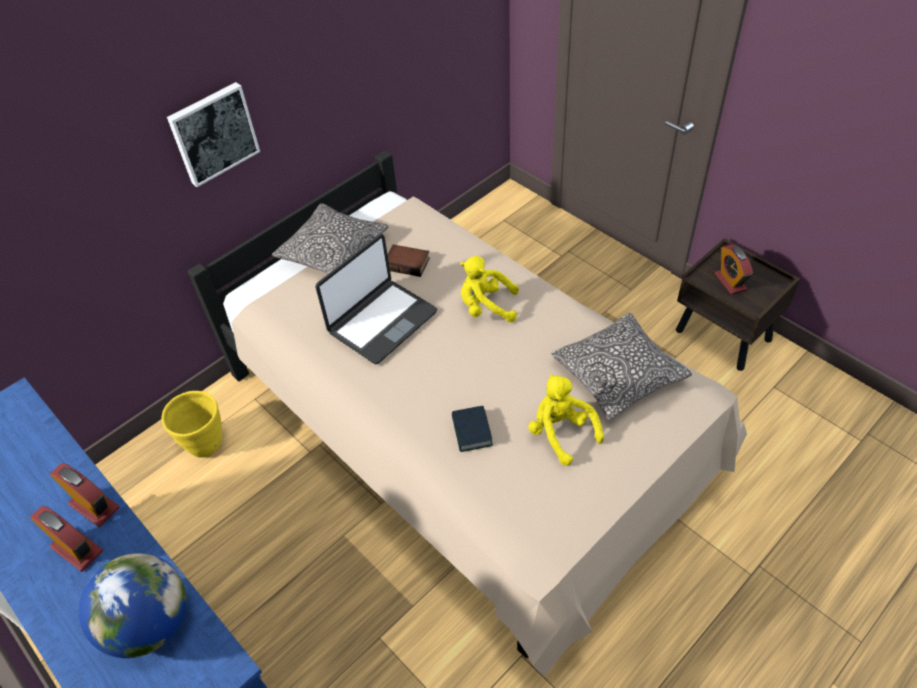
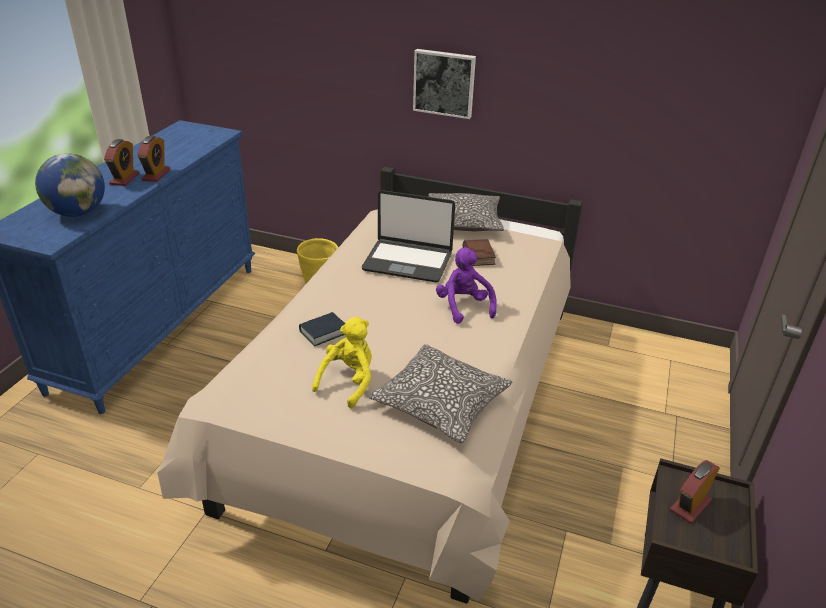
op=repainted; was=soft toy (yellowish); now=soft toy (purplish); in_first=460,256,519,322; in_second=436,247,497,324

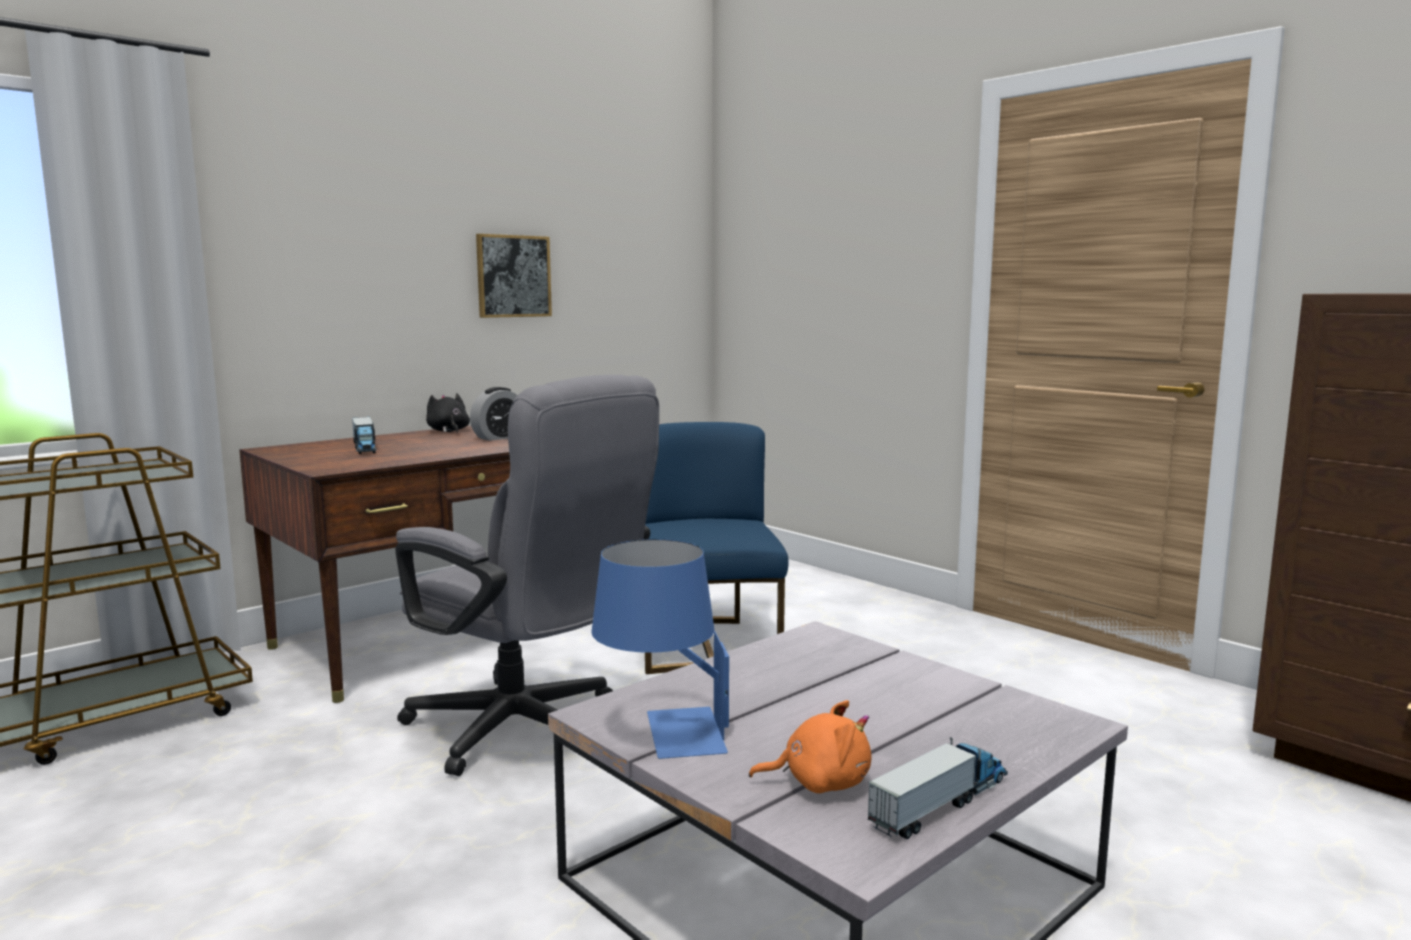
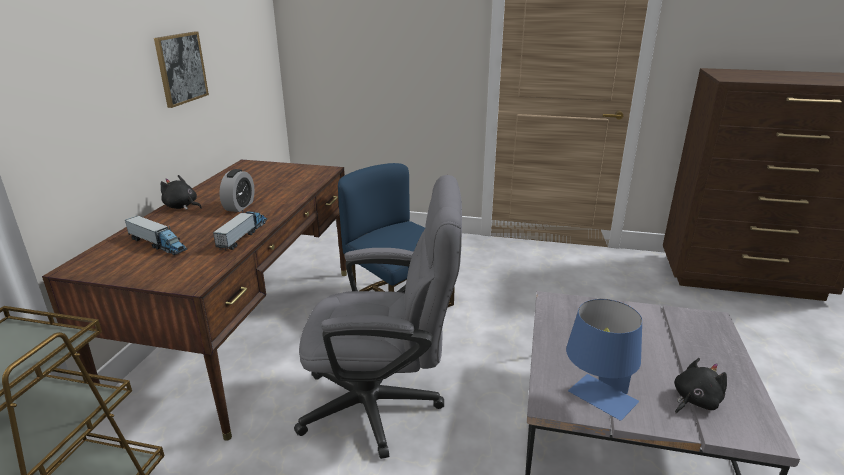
op=shifted; was=toy truck; in_first=868,737,1008,839; in_second=213,210,267,250
op=repainted; was=soft toy (orange); now=soft toy (blackish); in_first=749,700,872,793; in_second=675,358,727,414

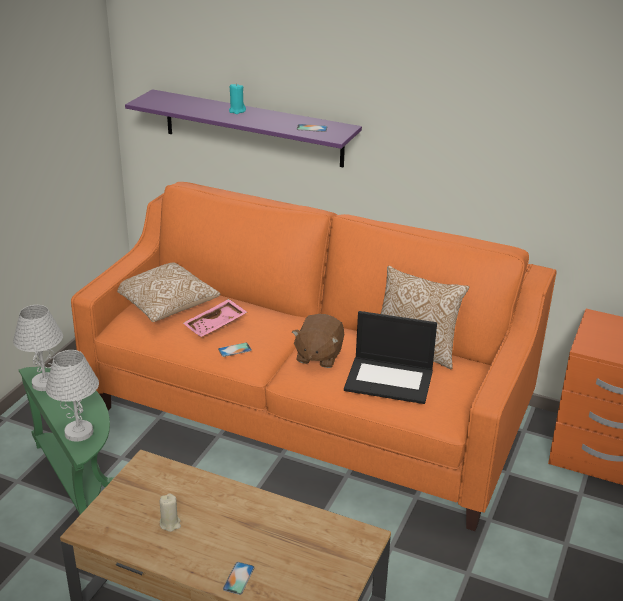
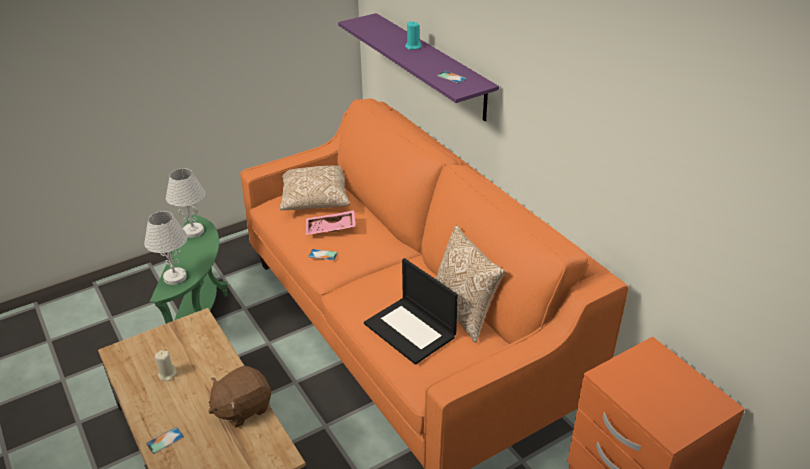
op=shifted; was=soft toy (brownish); in_first=292,314,344,368; in_second=208,366,271,428

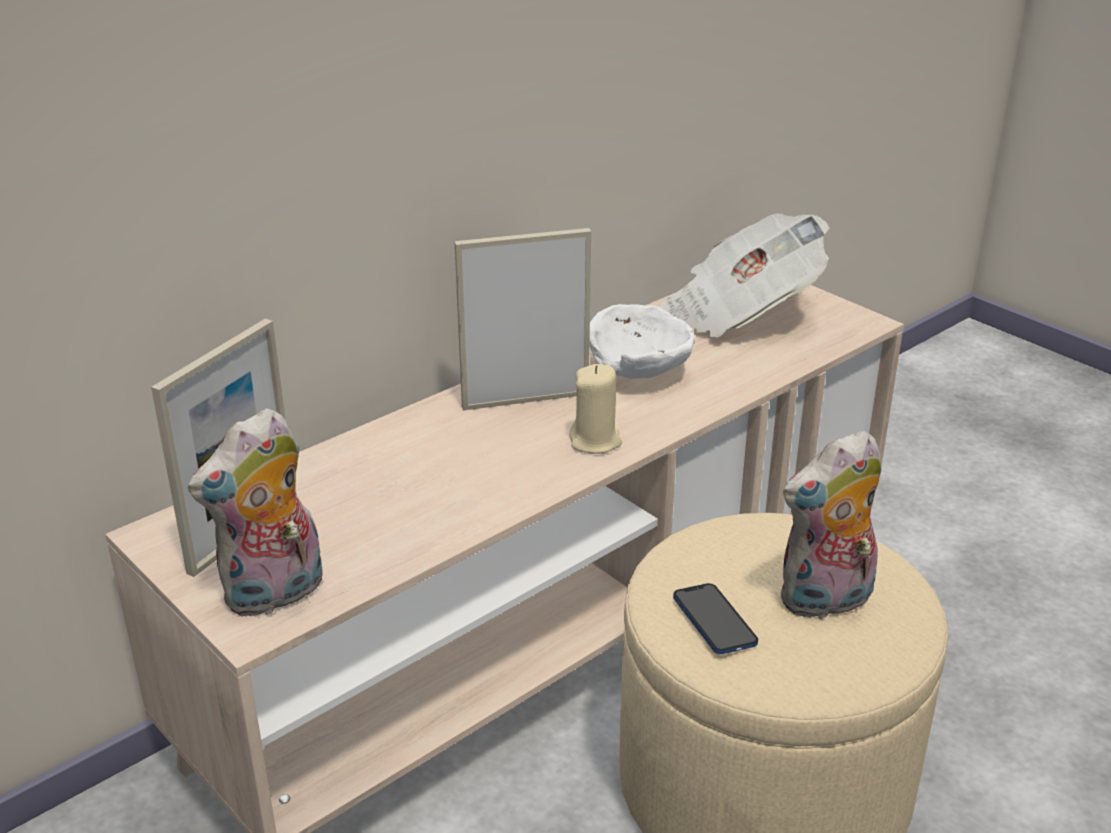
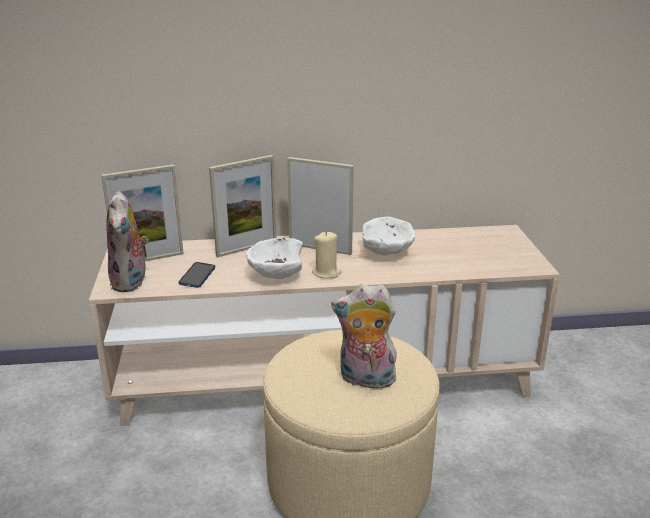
op=gone; was=newspaper; in_first=659,213,830,338
op=new; now=standing frame; in_second=209,155,277,257
op=new; now=deep dish (whitish); in_second=246,238,303,279
op=shifted; was=handset; in_first=673,583,758,654; in_second=179,262,215,288
op=rotated; was=soft toy; in_first=188,408,323,618; in_second=106,191,149,292; clockwise=-90

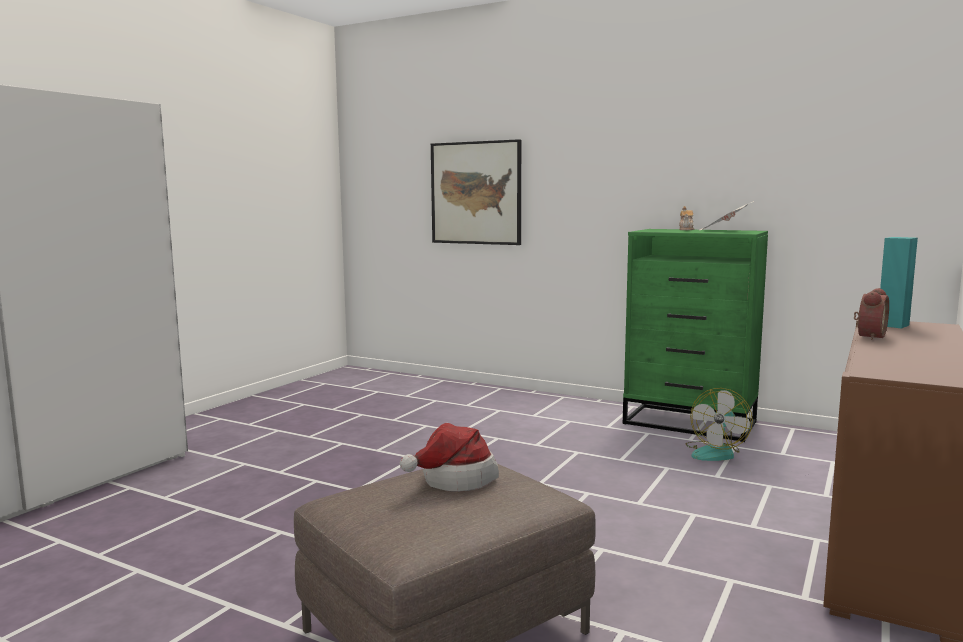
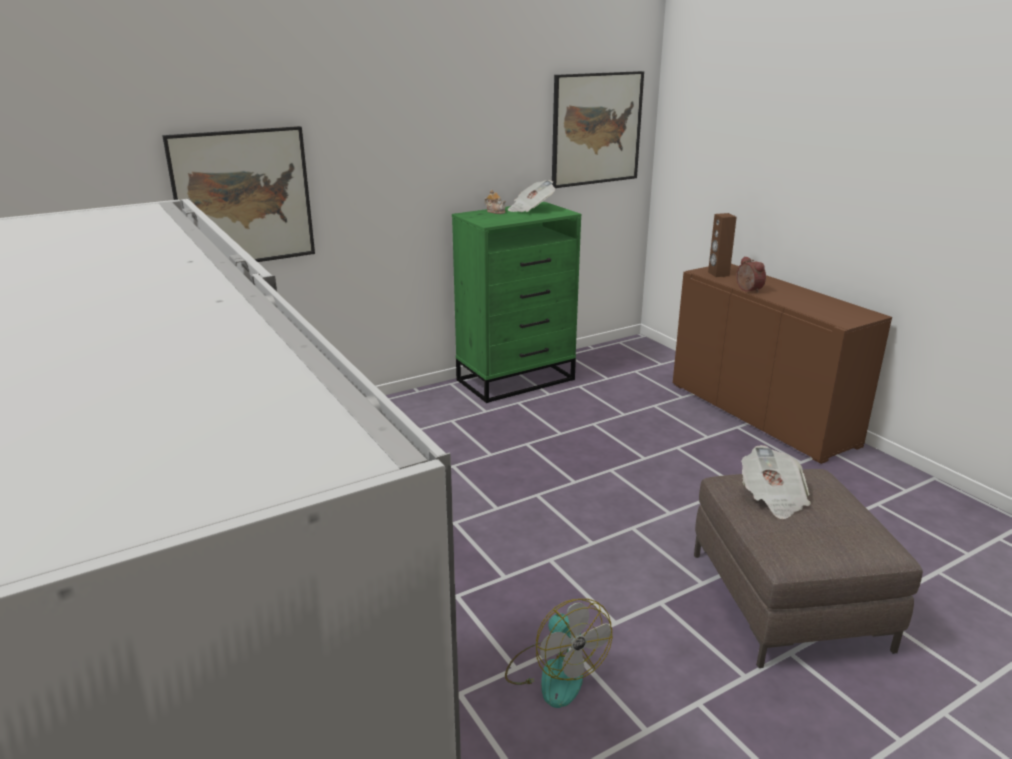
op=new; now=wall art; in_second=552,71,644,188
op=shifted; was=electric fan; in_first=685,388,753,461; in_second=505,599,612,708
op=swapped; was=wearable hat; now=newspaper; in_first=400,423,499,492; in_second=741,445,811,519
op=repainted; was=loudspeaker (turquoise-coloured); now=loudspeaker (brownish); in_first=880,237,918,329; in_second=708,213,737,277

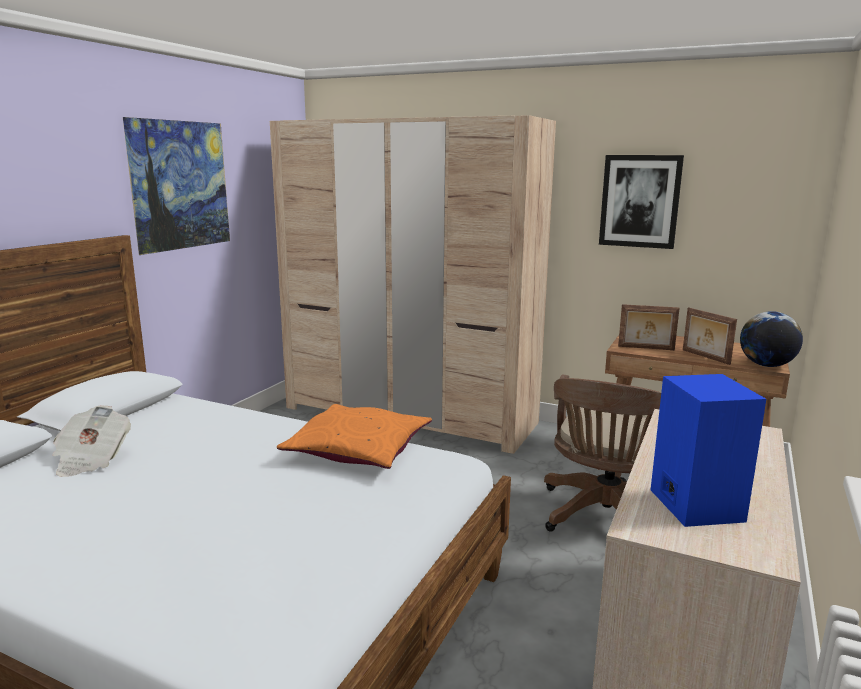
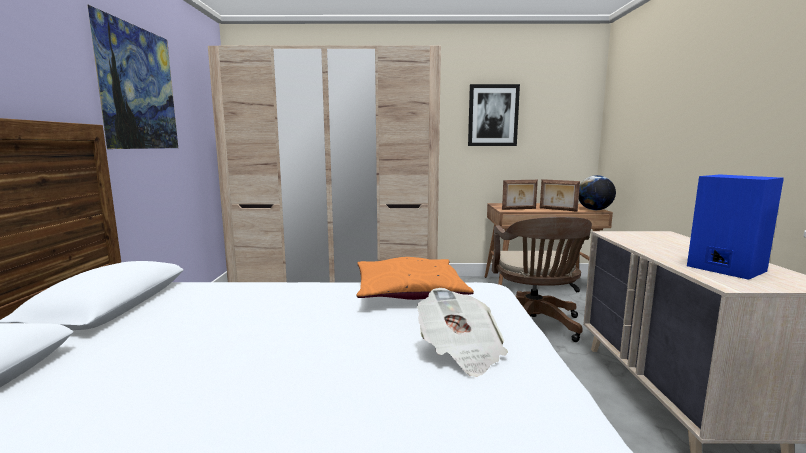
op=shifted; was=newspaper; in_first=52,405,131,477; in_second=417,288,508,377

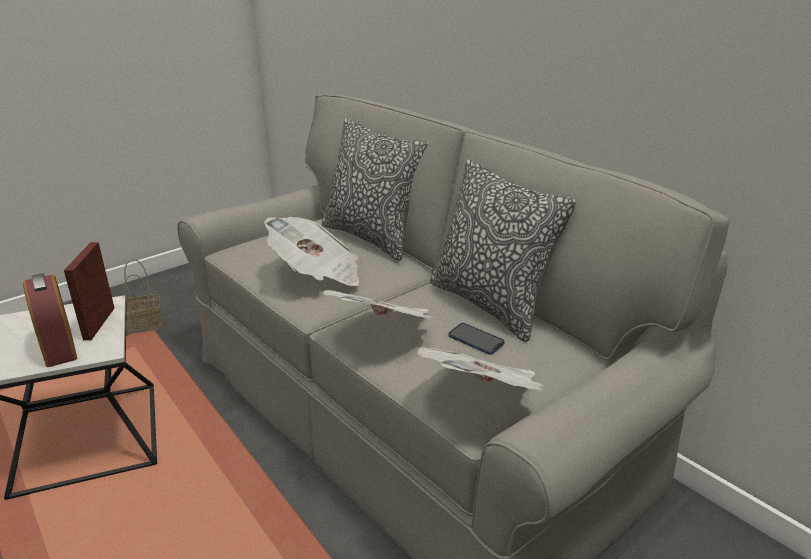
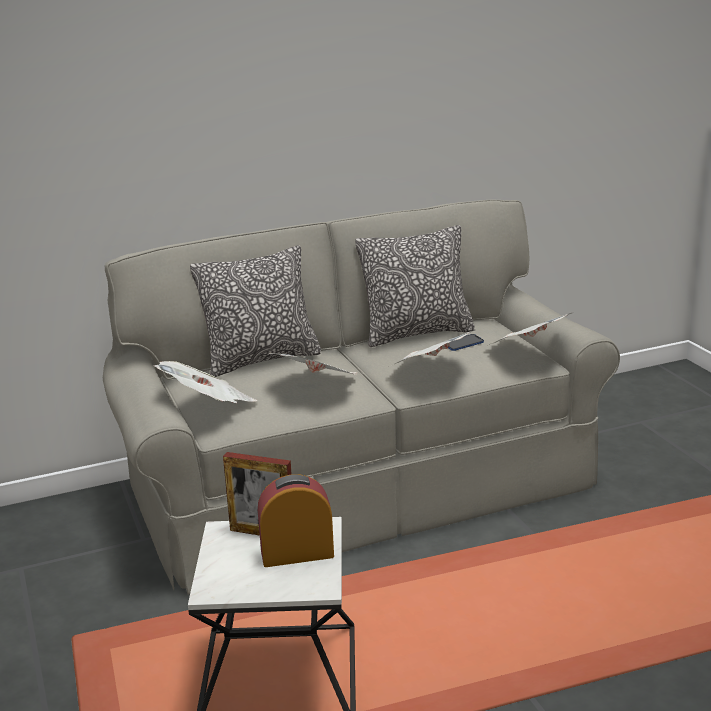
op=gone; was=household basket; in_first=124,259,163,335
op=new; now=newspaper; in_second=154,361,257,403

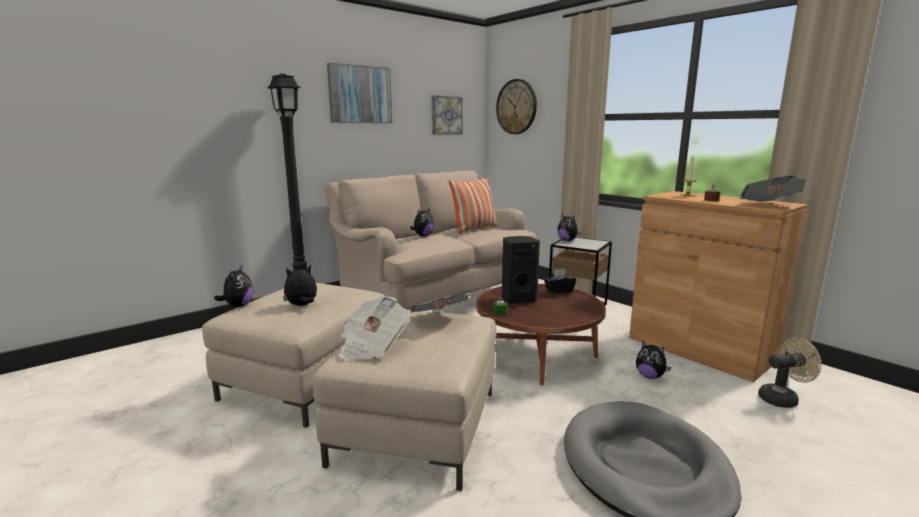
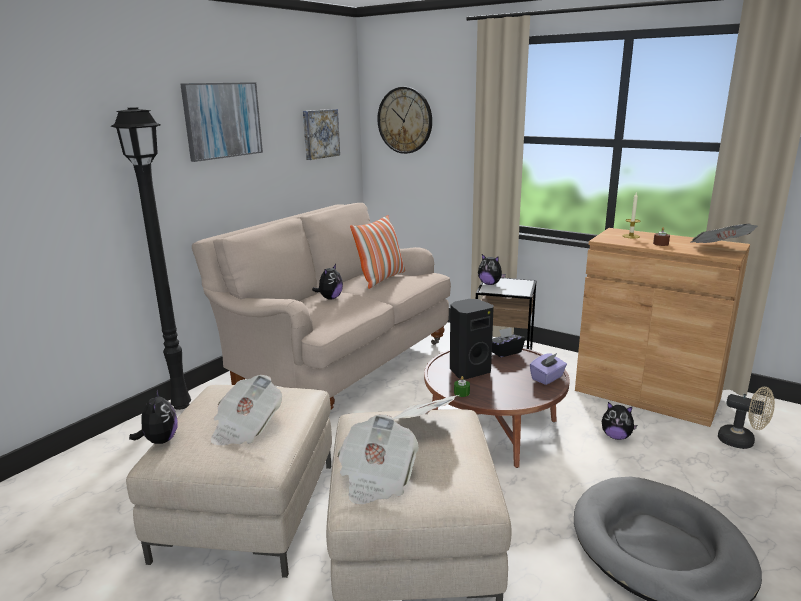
op=new; now=tissue holder (purplish); in_second=530,353,567,385
op=swapped; was=soft toy; now=newspaper; in_first=283,265,317,306; in_second=210,375,282,445
op=rotated; was=electric fan (sand-coloured); in_first=758,337,822,408; in_second=718,387,775,449; clockwise=60

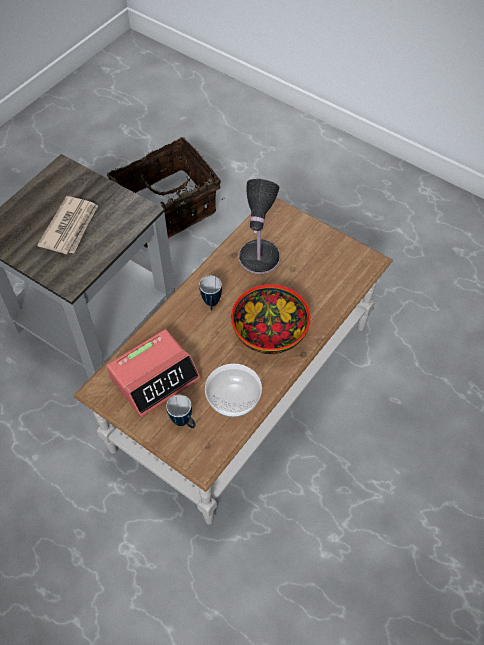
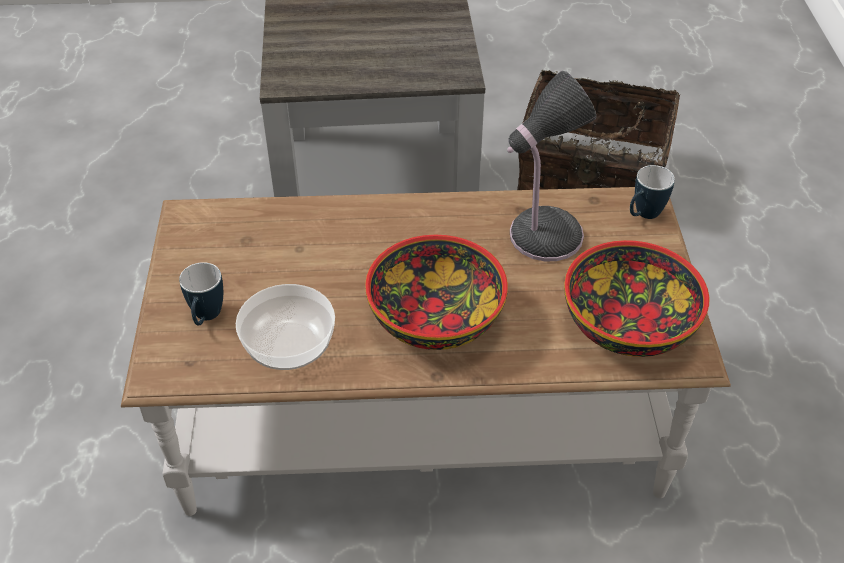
op=gone; was=newspaper; in_first=37,196,98,254
op=gone; was=bedside clock; in_first=107,329,200,417
op=new; now=deep dish; in_second=564,240,709,357
op=shifted; was=tea mug; in_first=199,276,222,310; in_second=630,165,675,219

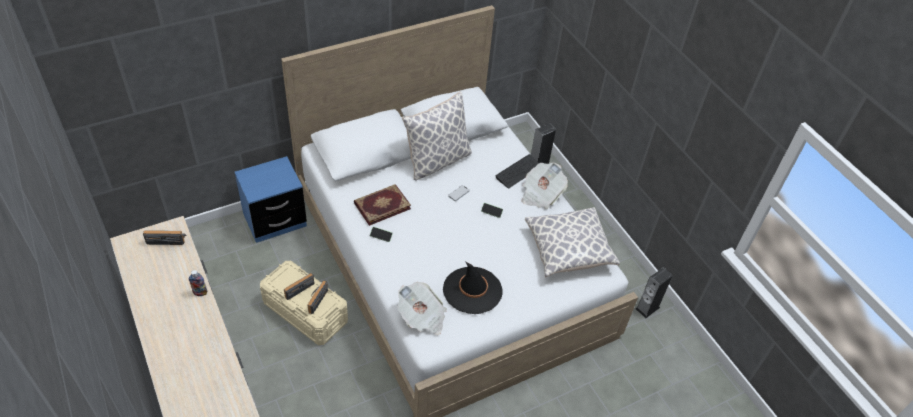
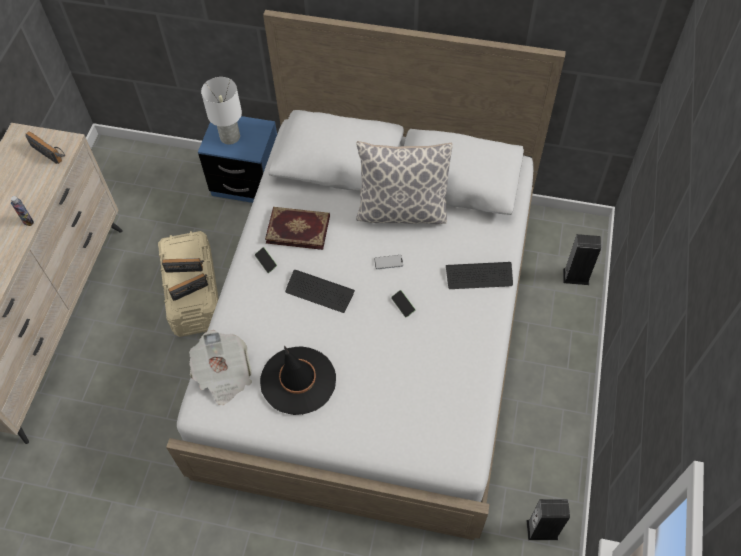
op=gone; was=newspaper; in_first=522,163,568,209
op=gone; was=cushion; in_first=525,207,620,278
op=new; now=lamp for a table (whitish); in_second=201,77,242,145
op=new; now=keyboard; in_second=285,270,355,313

